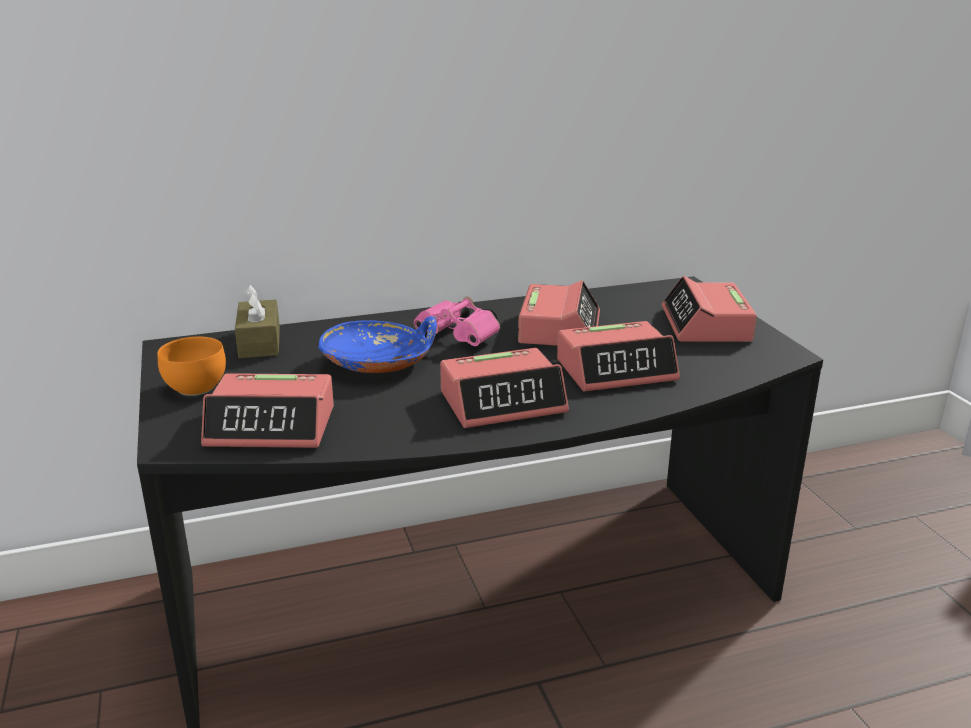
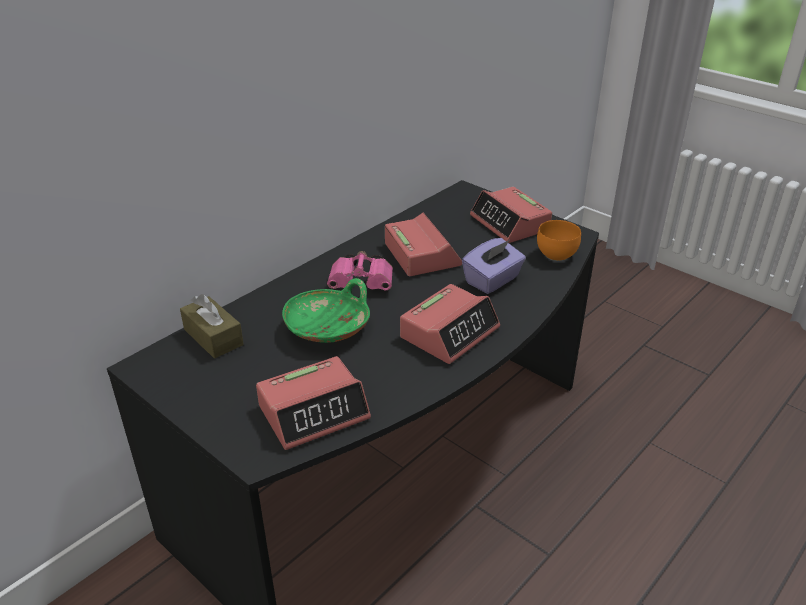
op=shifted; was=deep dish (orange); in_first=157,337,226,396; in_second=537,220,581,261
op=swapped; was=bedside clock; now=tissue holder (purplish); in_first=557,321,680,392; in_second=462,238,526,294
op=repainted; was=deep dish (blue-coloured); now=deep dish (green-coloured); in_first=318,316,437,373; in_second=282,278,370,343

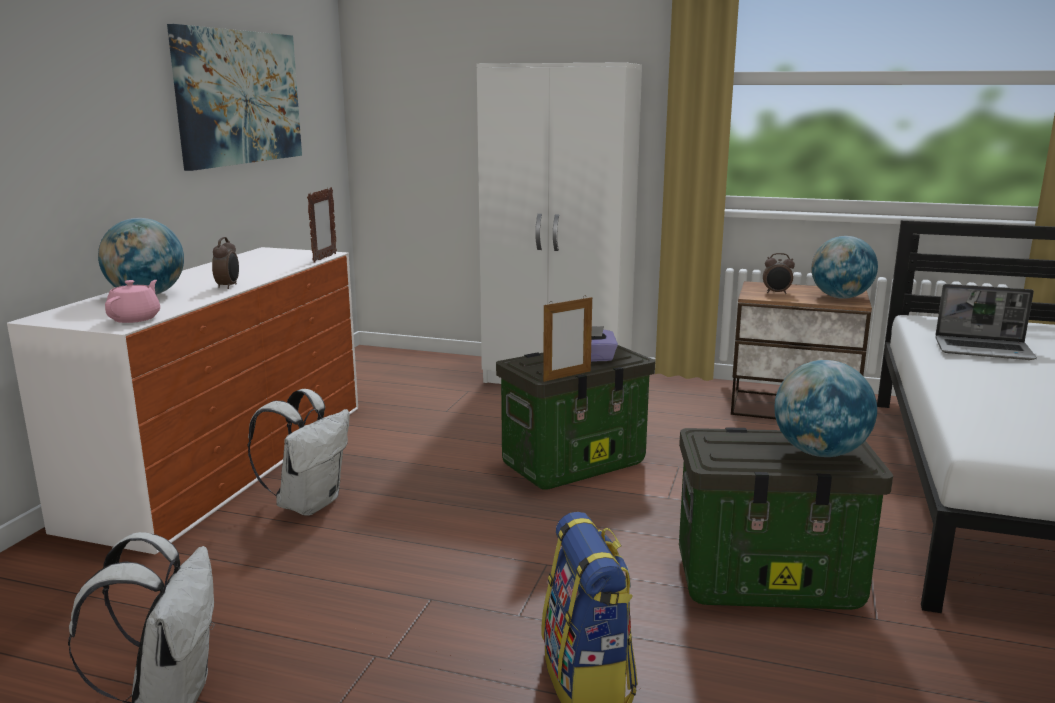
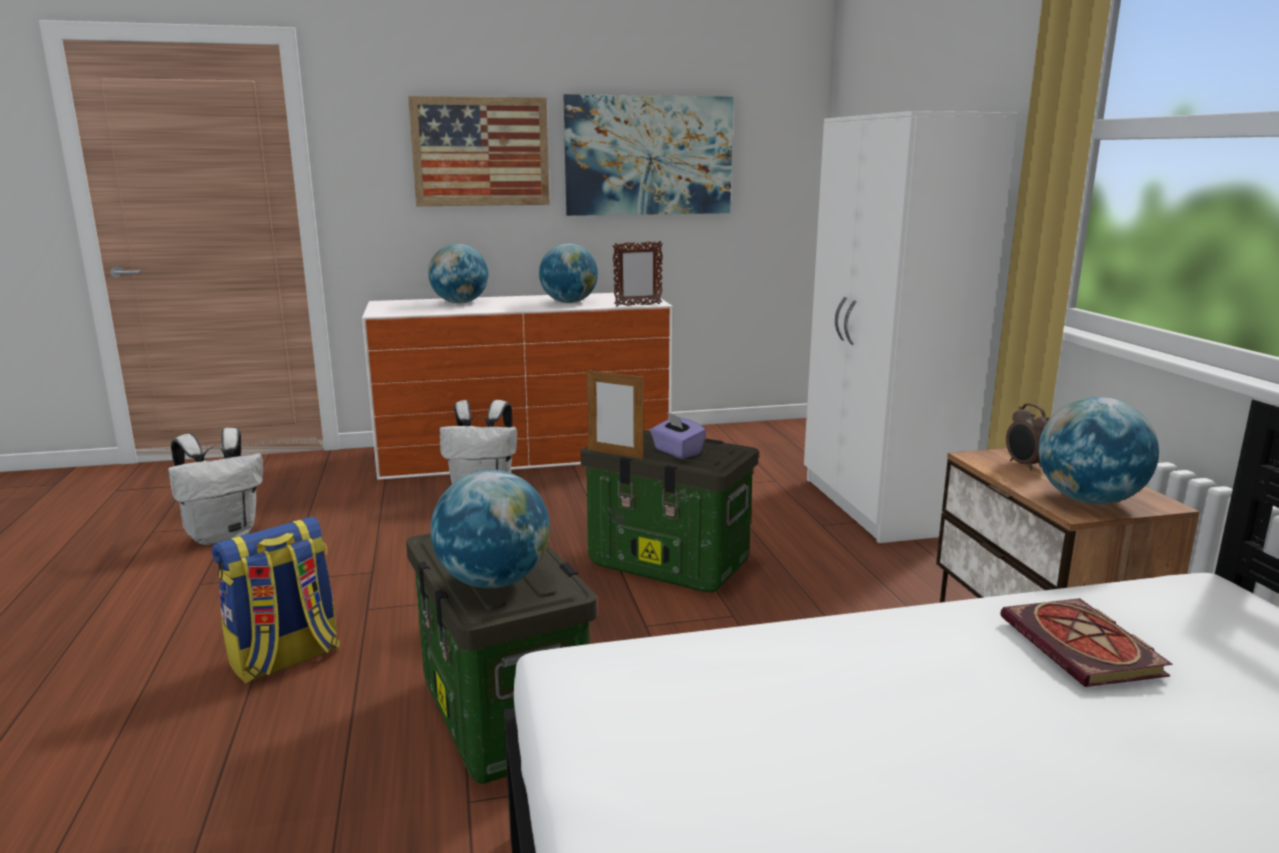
op=gone; was=teapot (pink-coloured); in_first=105,280,160,323
op=gone; was=bedside clock; in_first=212,237,239,289
op=new; now=wall art; in_second=408,96,550,206
op=new; now=world globe; in_second=539,243,598,303
op=swapped; was=laptop; now=book; in_first=935,284,1037,360; in_second=1000,598,1172,687

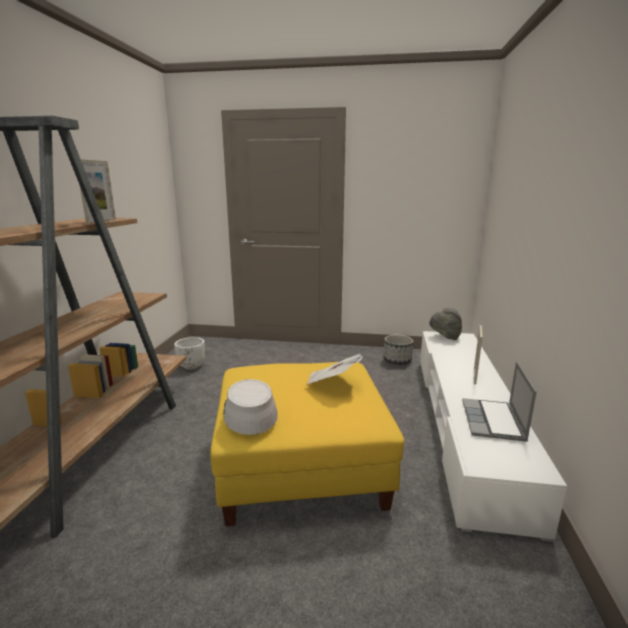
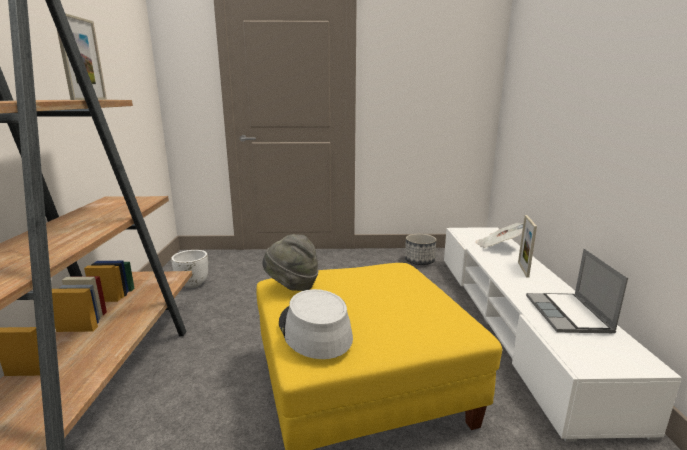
op=shifted; was=newspaper; in_first=306,354,363,385; in_second=475,223,524,248
op=shifted; was=wearable hat (gray); in_first=429,308,462,340; in_second=262,234,318,291

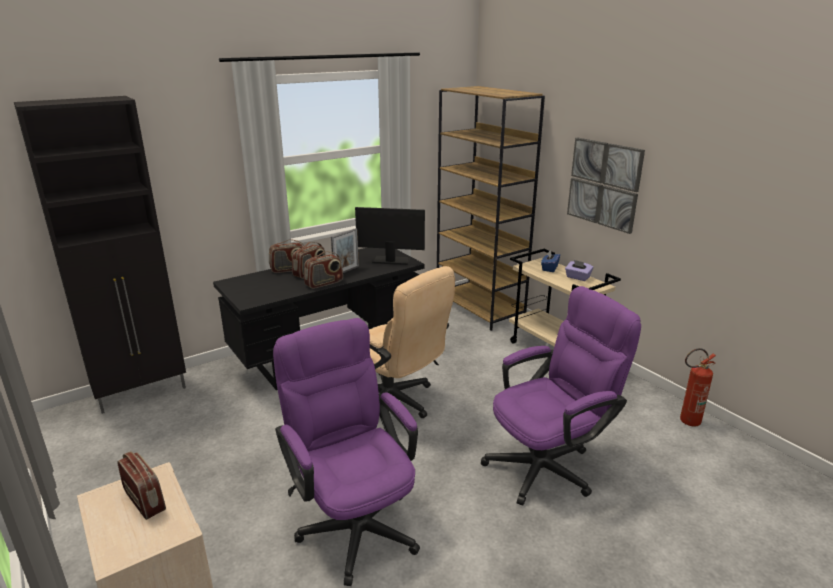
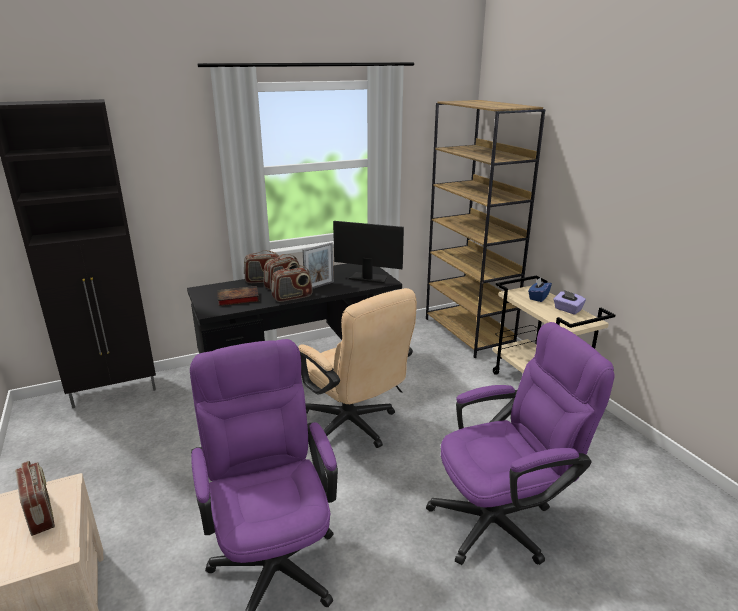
op=gone; was=wall art; in_first=567,138,645,234
op=gone; was=fire-fighting cylinder; in_first=680,348,716,427
op=new; now=book; in_second=218,286,259,306

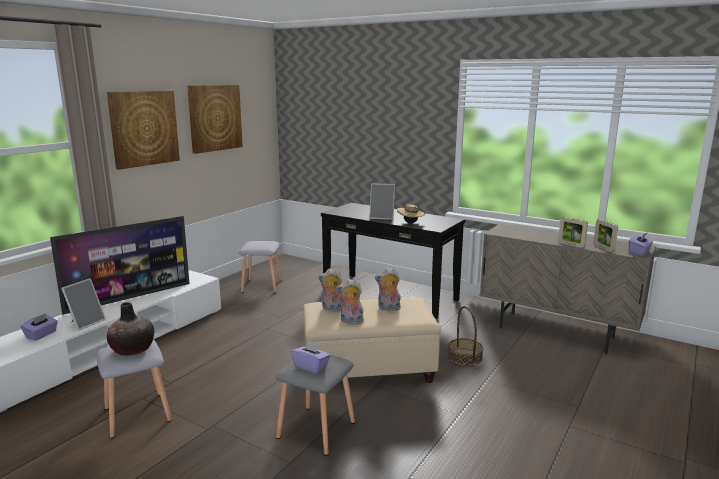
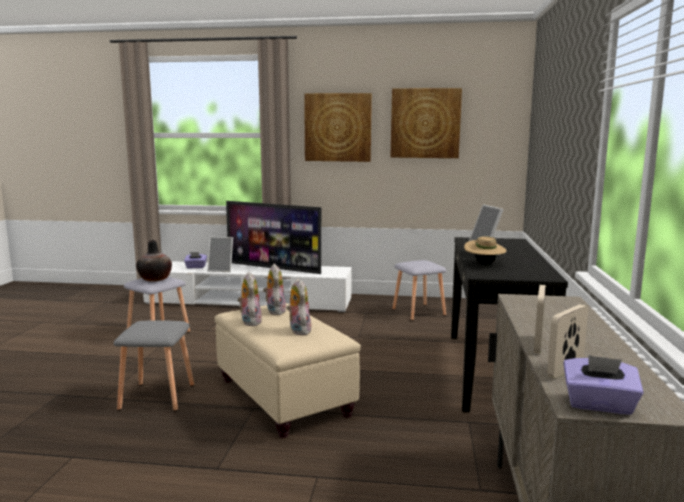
op=gone; was=tissue holder (purplish); in_first=291,340,330,374
op=gone; was=household basket; in_first=448,306,483,366

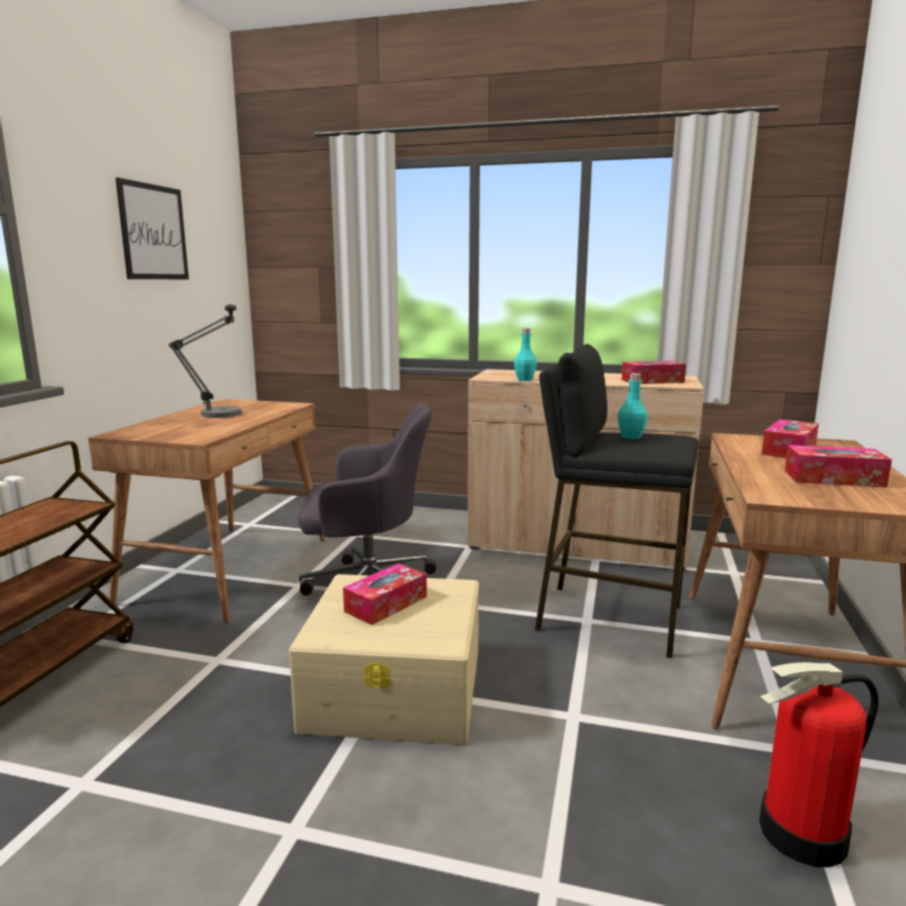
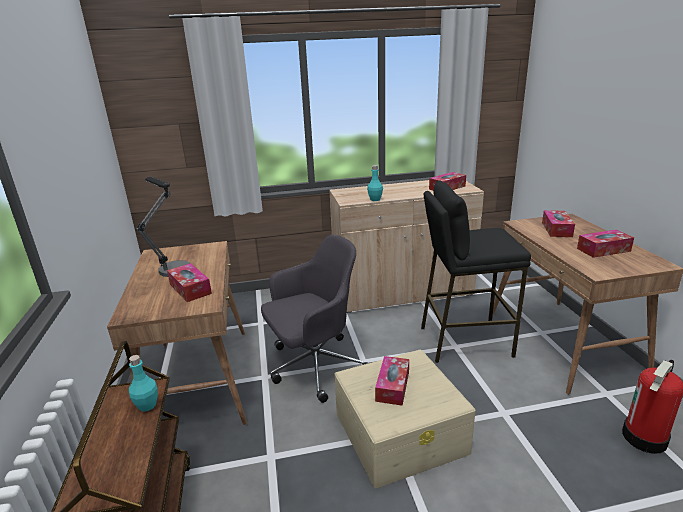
op=gone; was=wall art; in_first=116,178,189,279
op=new; now=tissue holder; in_second=167,263,212,302
op=shifted; was=beverage bottle (turquoise-coloured); in_first=618,373,648,439; in_second=129,355,158,412

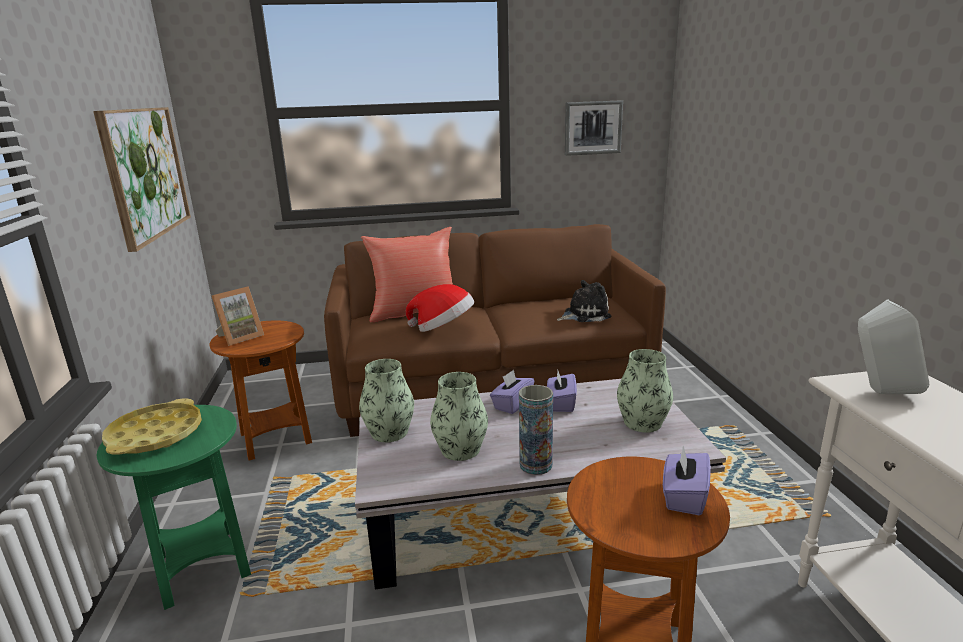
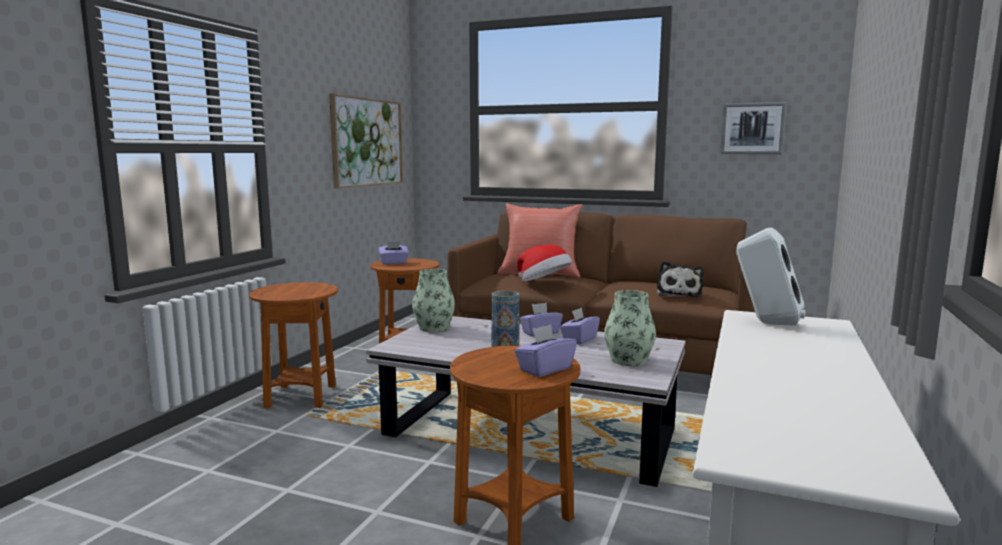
op=gone; was=carrying tray (yellowish); in_first=102,398,202,455
op=gone; was=flower vase; in_first=430,372,488,461
op=swapped; was=standing frame; now=tissue holder (purplish); in_first=212,286,264,346; in_second=378,241,408,264
op=repainted; was=side table (green-coloured); now=side table (brownish); in_first=97,405,251,610; in_second=249,282,338,409
op=rotated; was=soft toy; in_first=557,280,611,322; in_second=657,261,704,297; clockwise=90

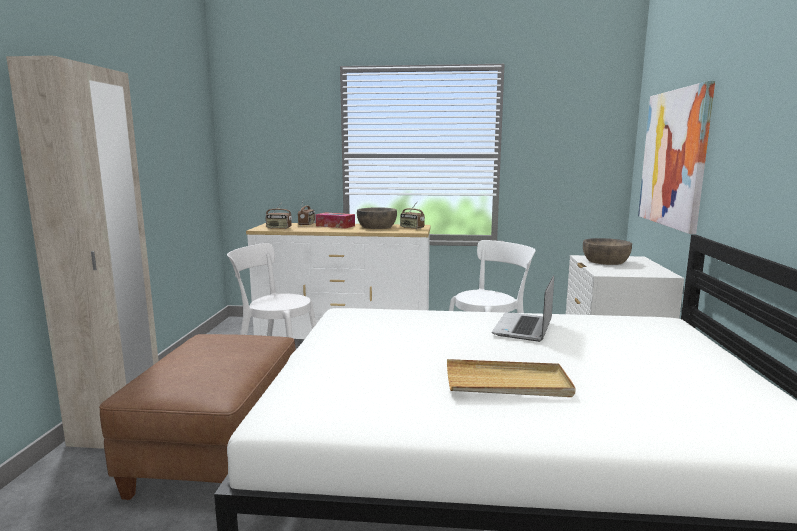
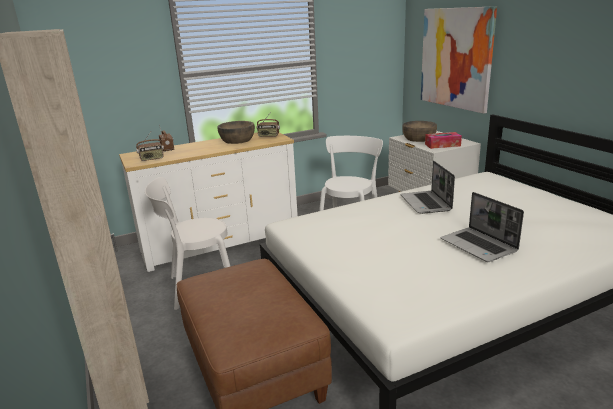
op=shifted; was=tissue holder; in_first=316,212,355,228; in_second=425,132,462,149
op=swapped; was=carrying tray (sand-coloured); now=laptop; in_first=447,359,576,397; in_second=440,192,524,262

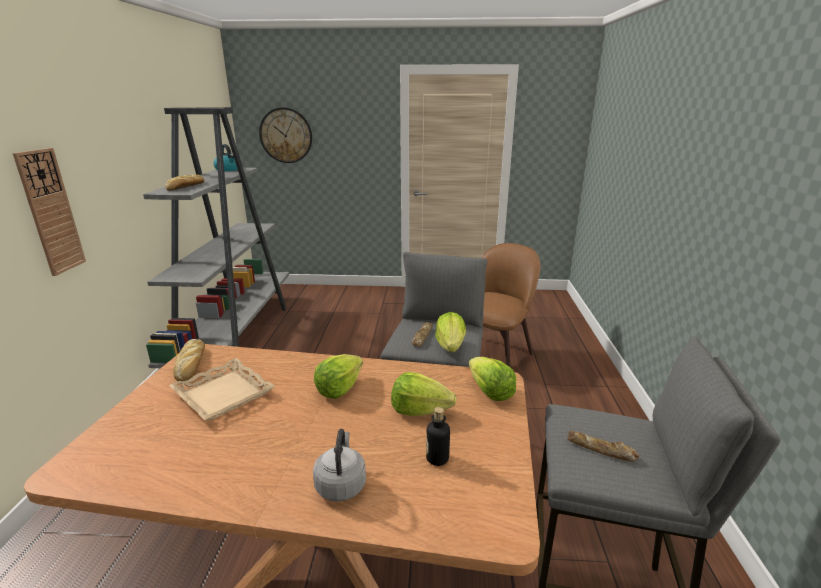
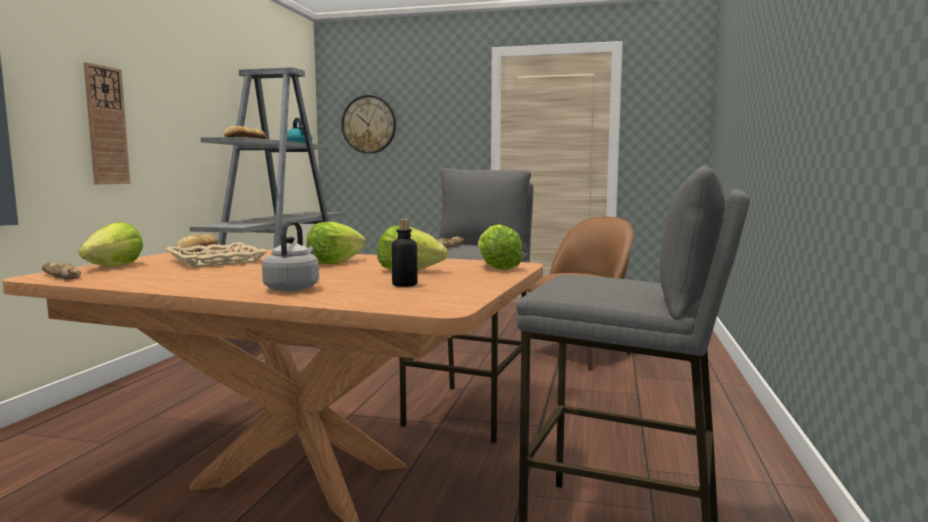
op=shifted; was=head of lettuce; in_first=435,312,466,352; in_second=79,222,143,266
op=shifted; was=bakery bread; in_first=567,431,640,462; in_second=42,262,81,280

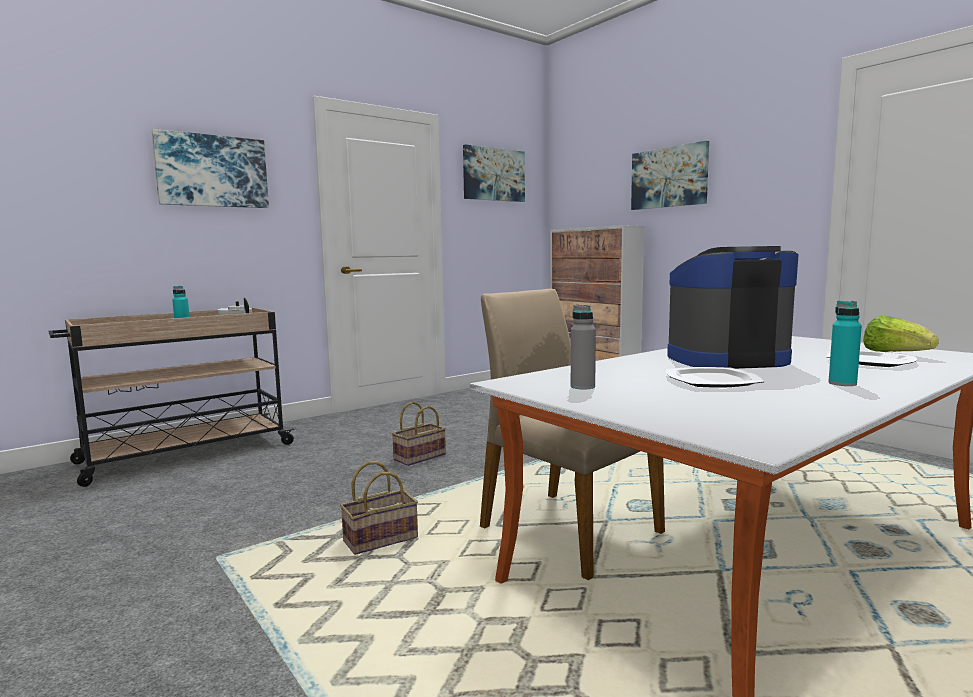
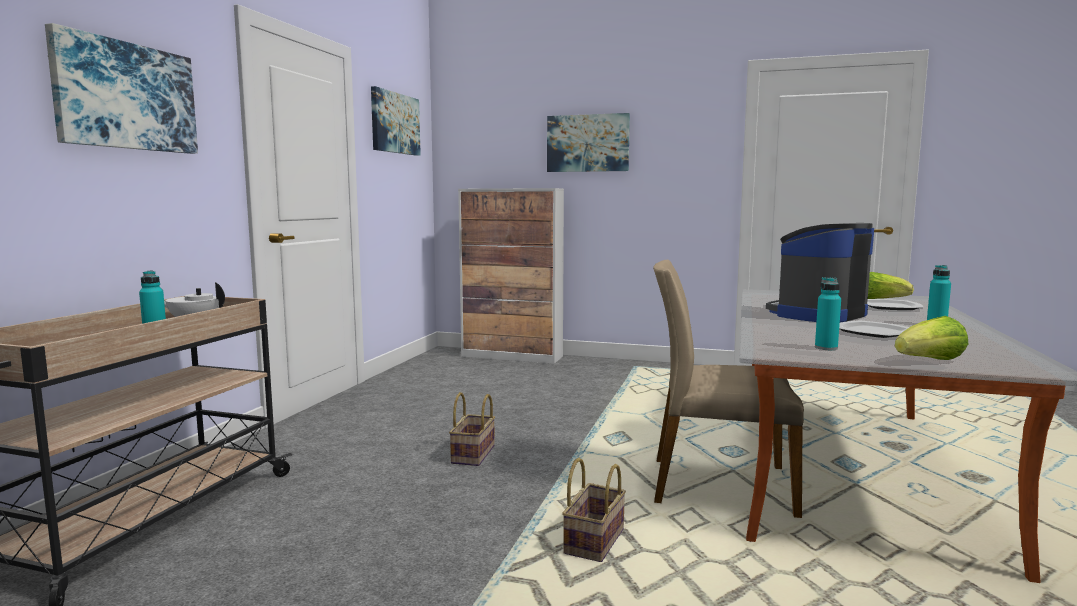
op=new; now=head of lettuce; in_second=895,316,968,360
op=repainted; was=beverage bottle (gray); now=beverage bottle (turquoise-coloured); in_first=571,304,596,390; in_second=815,277,841,350

